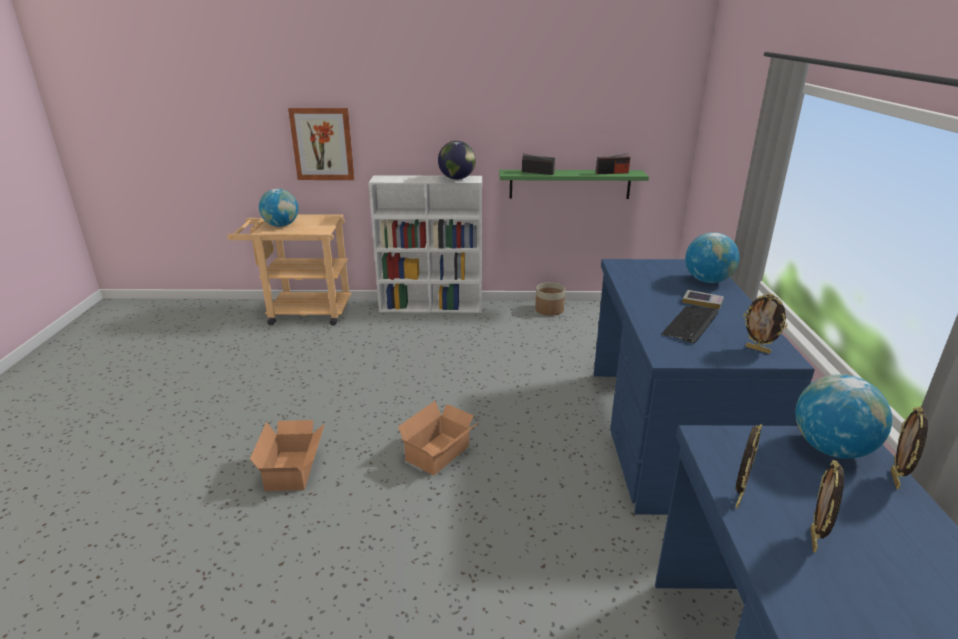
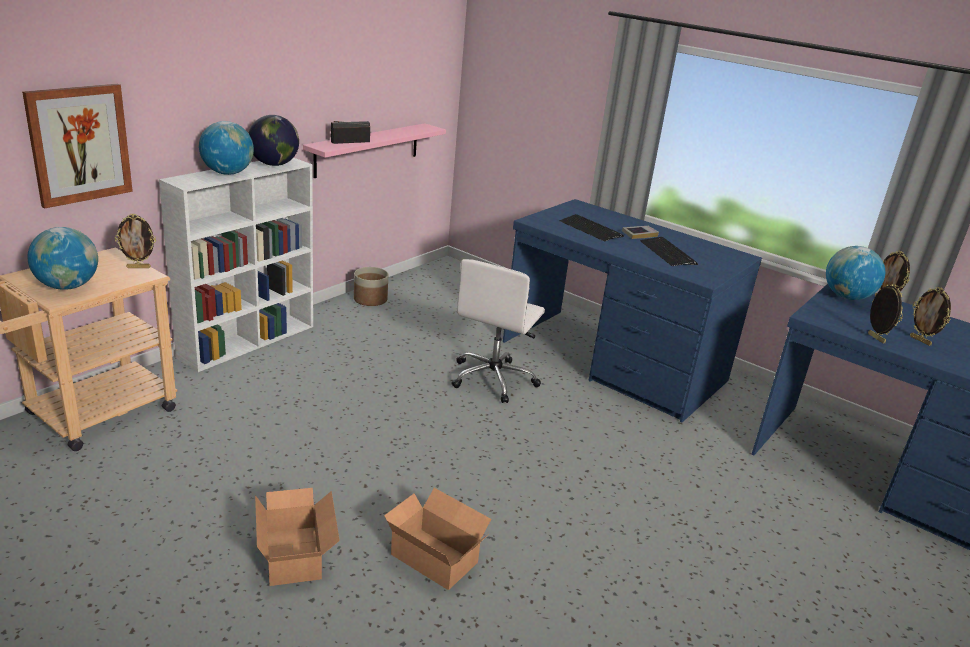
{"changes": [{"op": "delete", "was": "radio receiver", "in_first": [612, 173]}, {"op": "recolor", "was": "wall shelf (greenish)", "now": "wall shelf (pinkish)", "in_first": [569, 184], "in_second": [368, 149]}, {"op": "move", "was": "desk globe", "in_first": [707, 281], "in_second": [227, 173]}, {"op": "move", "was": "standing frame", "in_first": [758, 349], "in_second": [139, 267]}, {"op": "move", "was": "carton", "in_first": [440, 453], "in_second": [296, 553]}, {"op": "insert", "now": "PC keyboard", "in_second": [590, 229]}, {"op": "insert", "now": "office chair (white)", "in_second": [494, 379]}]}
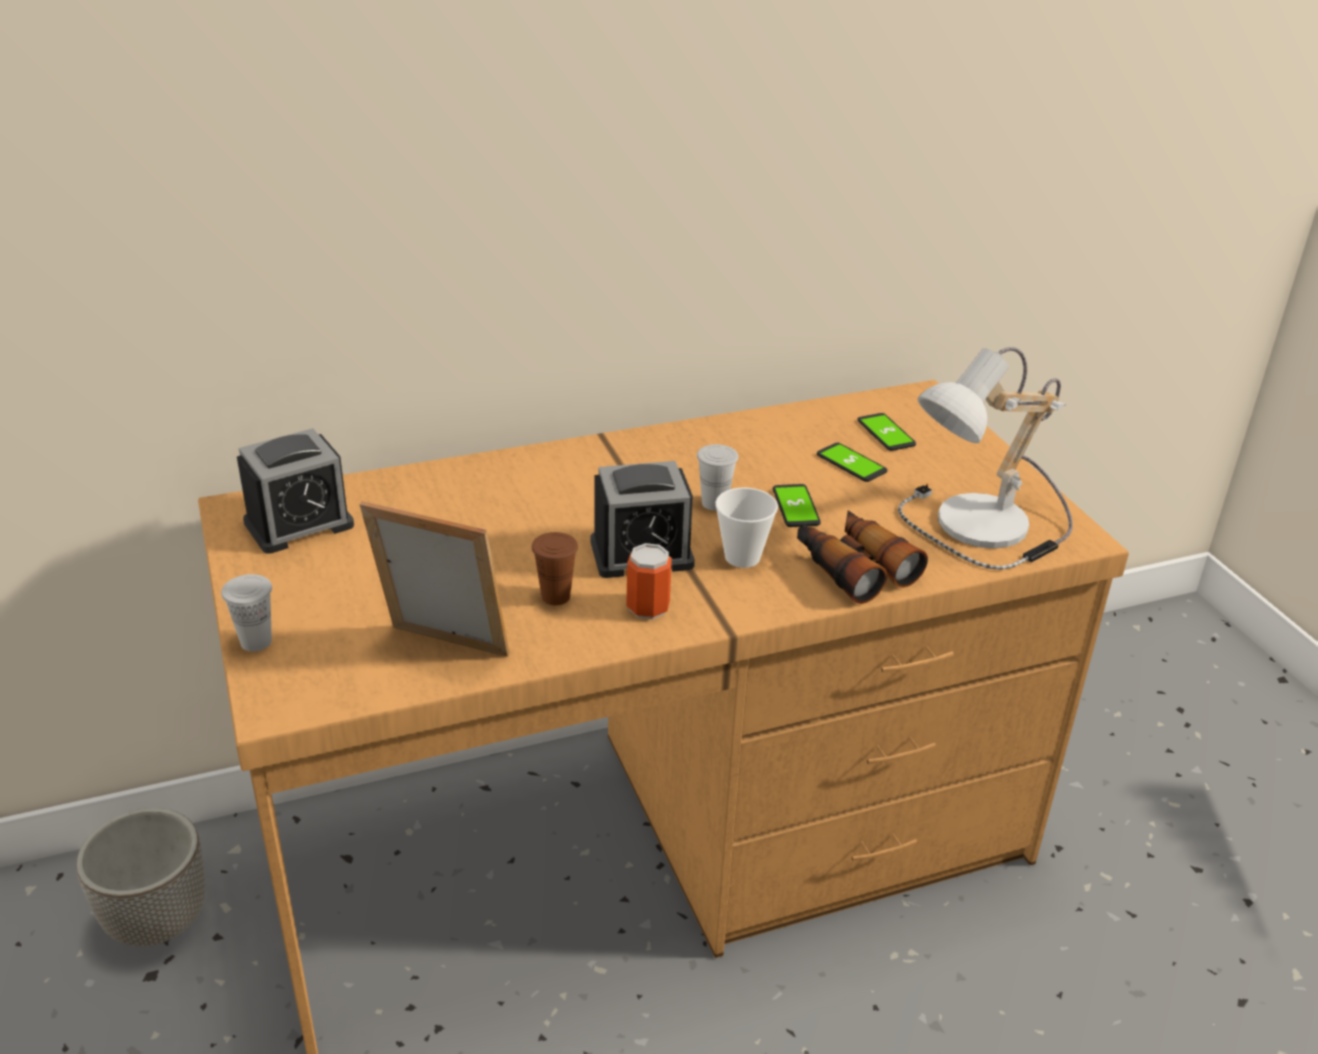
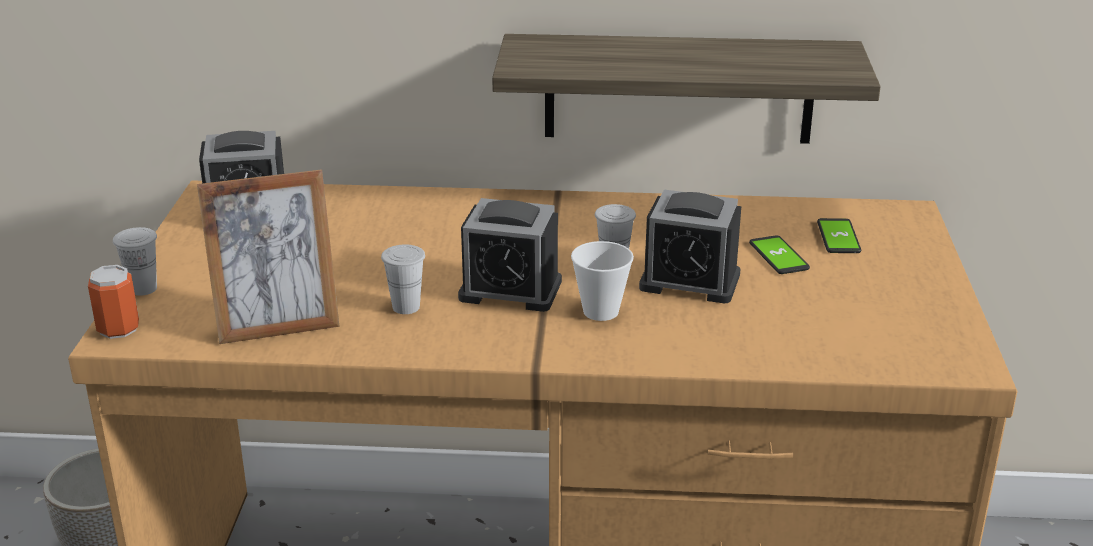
{"changes": [{"op": "delete", "was": "table lamp", "in_first": [985, 529]}, {"op": "replace", "was": "handset", "now": "table clock", "in_first": [796, 507], "in_second": [690, 281]}, {"op": "rotate", "was": "standing frame", "in_first": [443, 650], "in_second": [278, 327], "clockwise": 120}, {"op": "delete", "was": "binoculars", "in_first": [853, 567]}, {"op": "recolor", "was": "cup (brown-coloured)", "now": "cup (white)", "in_first": [555, 596], "in_second": [406, 307]}, {"op": "move", "was": "sealed can", "in_first": [648, 607], "in_second": [118, 329]}, {"op": "insert", "now": "wall shelf", "in_second": [678, 88]}]}
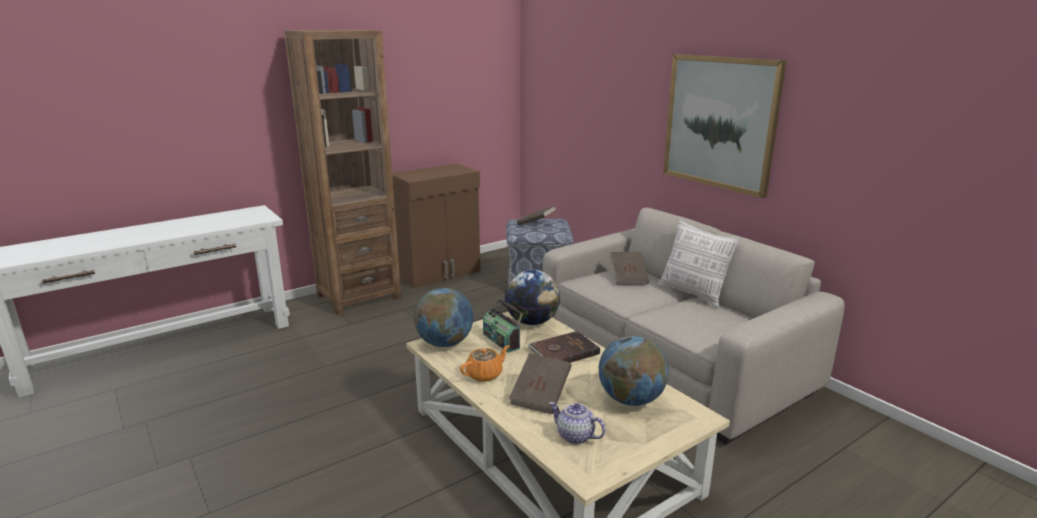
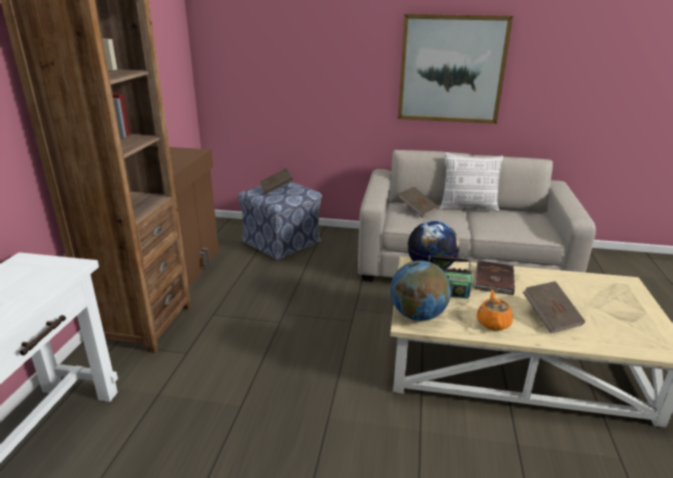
{"changes": [{"op": "delete", "was": "desk globe", "in_first": [631, 399]}, {"op": "delete", "was": "pot for tea", "in_first": [575, 436]}]}
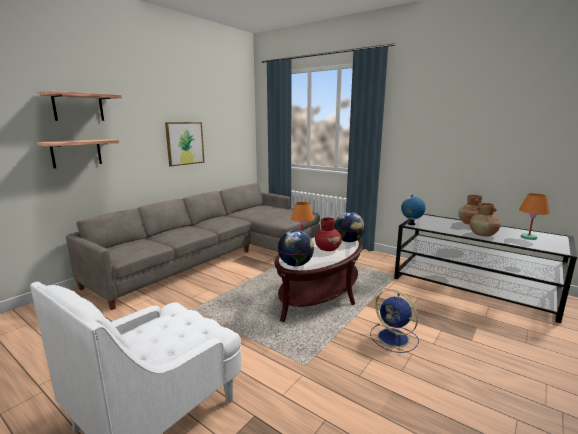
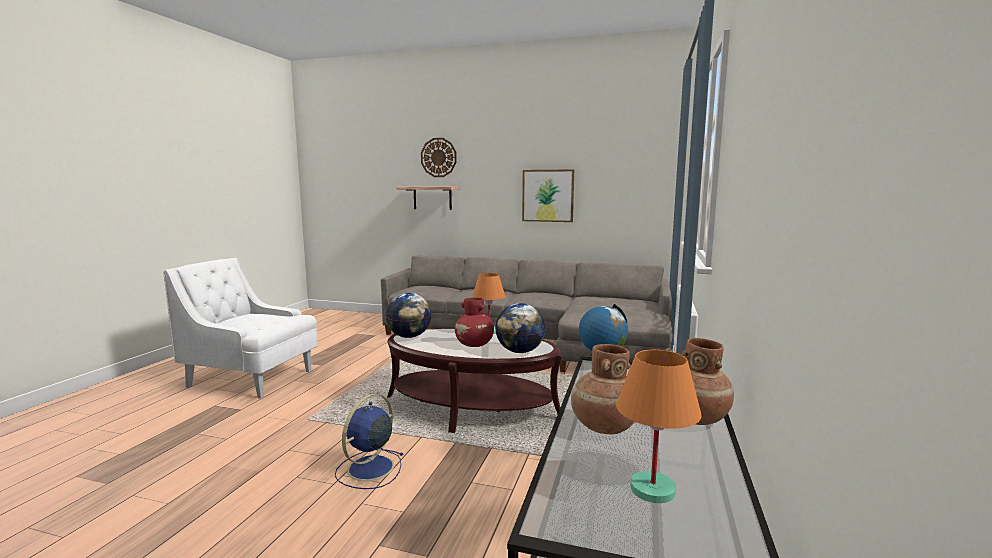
{"changes": [{"op": "replace", "was": "wall shelf", "now": "wall clock", "in_first": [78, 107], "in_second": [438, 157]}]}
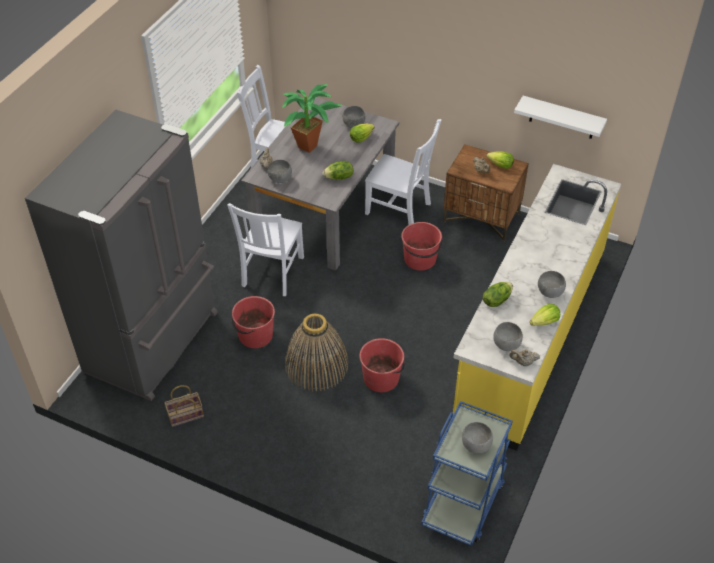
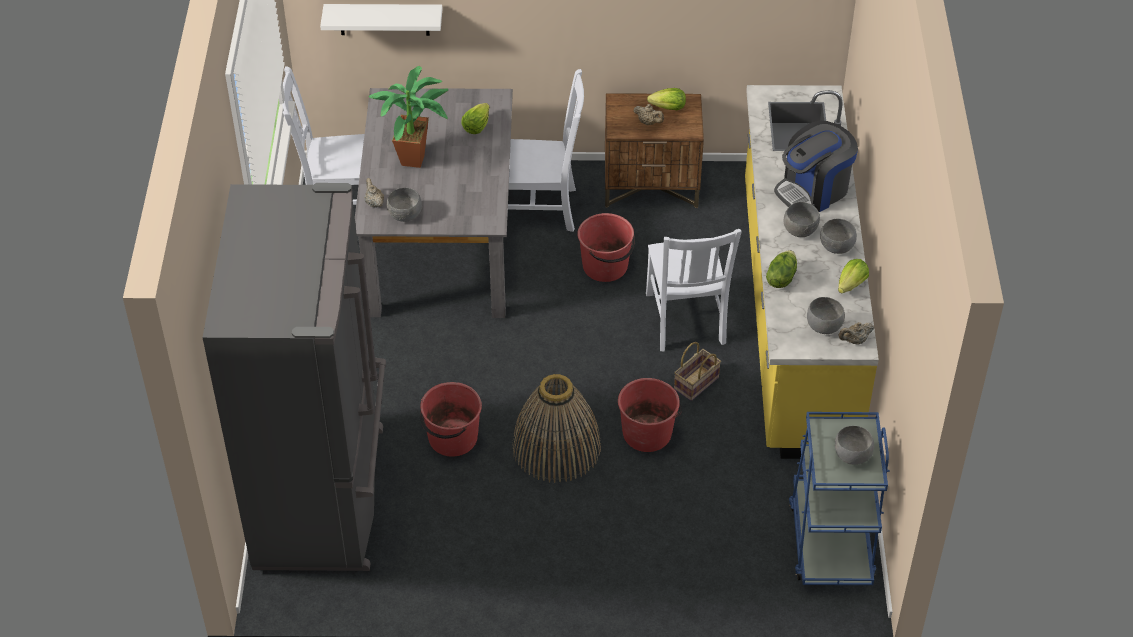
{"changes": [{"op": "move", "was": "wall shelf (white)", "in_first": [562, 118], "in_second": [384, 19]}, {"op": "move", "was": "bowl (greyish)", "in_first": [354, 125], "in_second": [800, 231]}, {"op": "delete", "was": "lettuce", "in_first": [339, 177]}, {"op": "move", "was": "plain chair (white)", "in_first": [272, 273], "in_second": [685, 321]}, {"op": "move", "was": "household basket", "in_first": [185, 416], "in_second": [696, 384]}, {"op": "insert", "now": "coffee brewer", "in_second": [813, 189]}]}
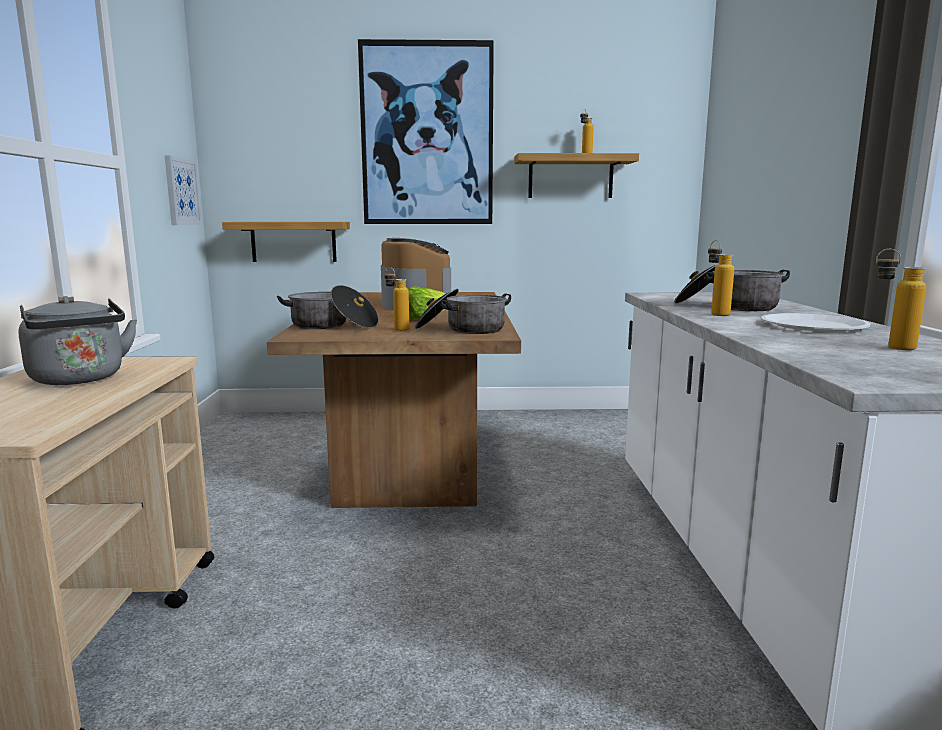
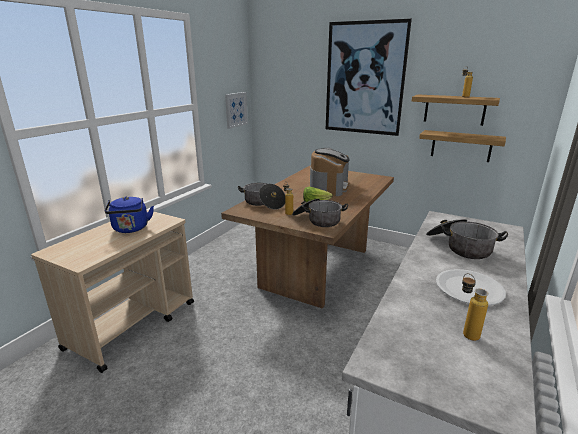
{"changes": [{"op": "move", "was": "wall shelf", "in_first": [293, 241], "in_second": [461, 146]}, {"op": "delete", "was": "bottle", "in_first": [715, 314]}, {"op": "recolor", "was": "water kettle (greyish)", "now": "water kettle (bluish)", "in_first": [80, 379], "in_second": [131, 229]}]}
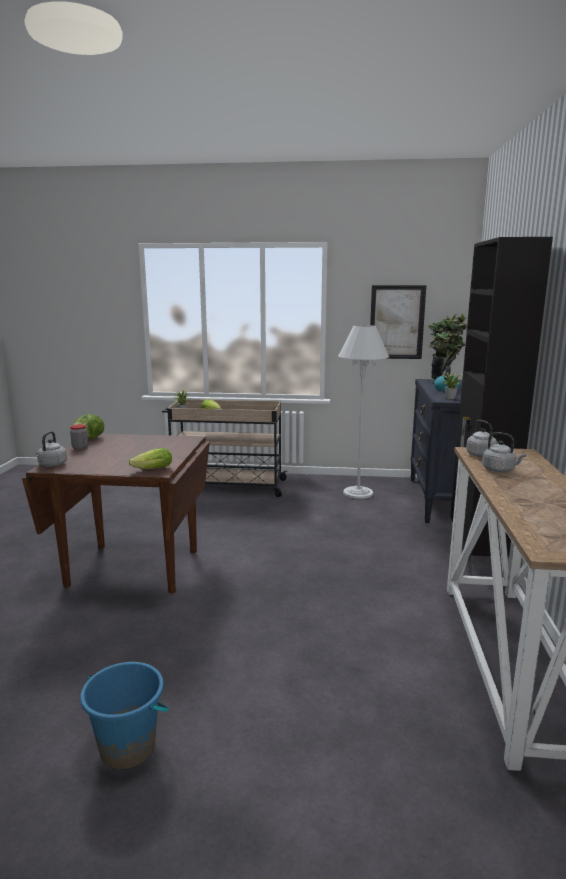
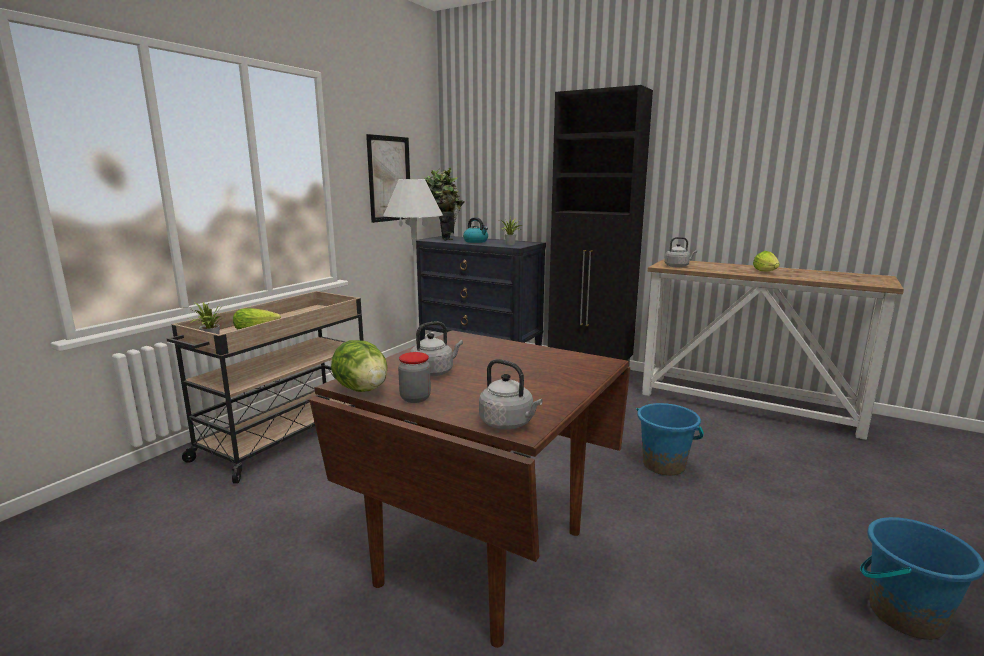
{"changes": [{"op": "move", "was": "water kettle (greyish)", "in_first": [500, 470], "in_second": [434, 372]}, {"op": "move", "was": "lettuce", "in_first": [151, 469], "in_second": [766, 271]}, {"op": "insert", "now": "pail (bluish)", "in_second": [664, 465]}]}
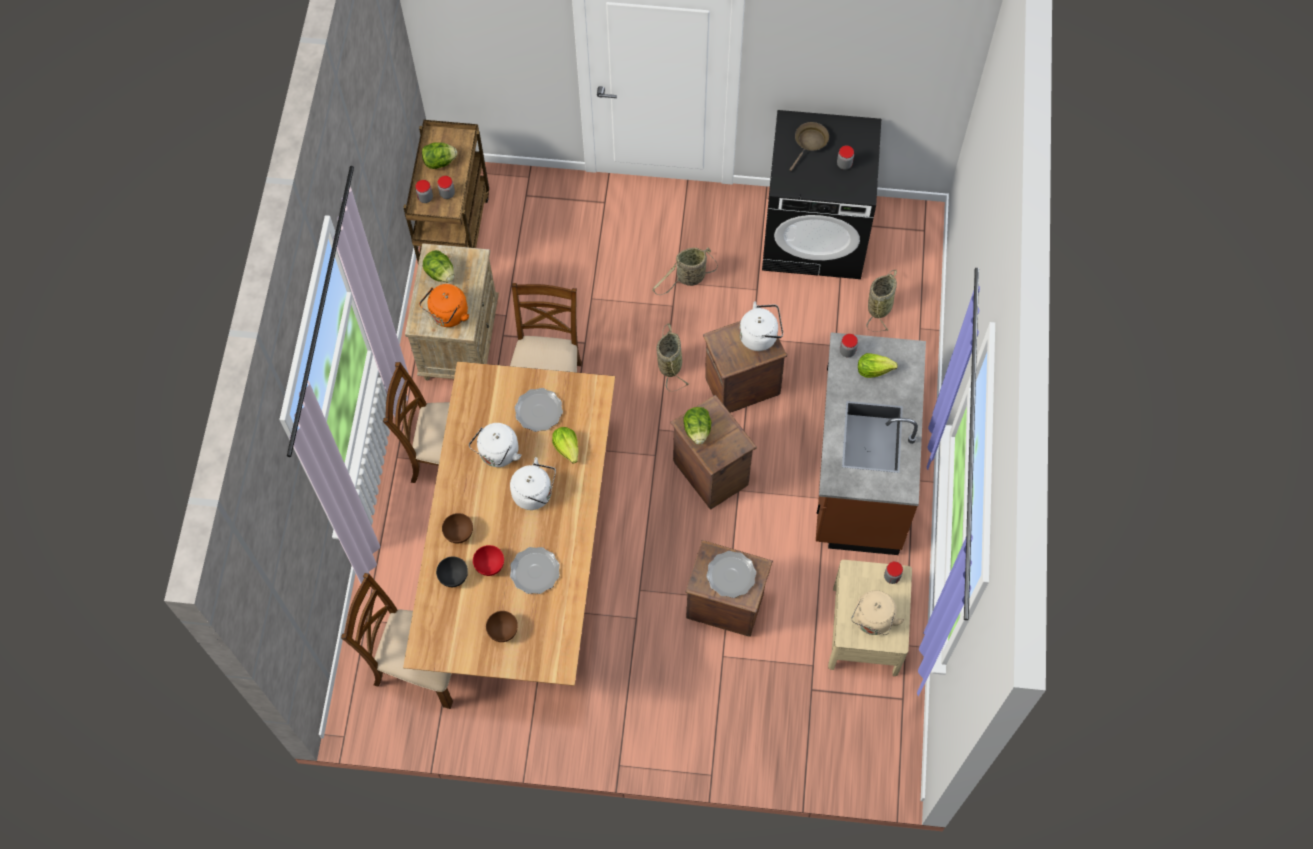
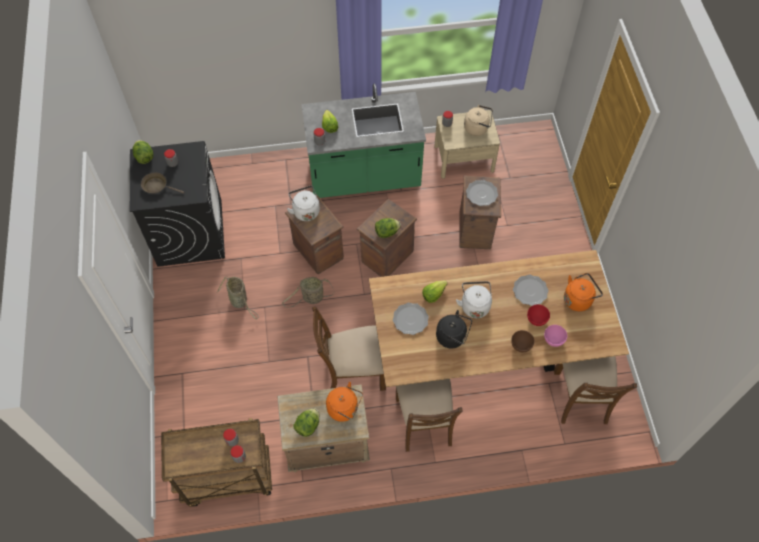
{"changes": [{"op": "move", "was": "lettuce", "in_first": [439, 162], "in_second": [144, 157]}, {"op": "delete", "was": "household basket", "in_first": [880, 306]}, {"op": "recolor", "was": "kitchen counter (brown-coloured)", "now": "kitchen counter (greenish)", "in_first": [858, 474], "in_second": [364, 178]}, {"op": "recolor", "was": "water kettle (white)", "now": "water kettle (black)", "in_first": [498, 454], "in_second": [452, 337]}, {"op": "recolor", "was": "bowl (greyish)", "now": "bowl (pinkish)", "in_first": [454, 576], "in_second": [553, 340]}, {"op": "replace", "was": "bowl (brown-coloured)", "now": "water kettle (orange-coloured)", "in_first": [503, 631], "in_second": [578, 299]}]}
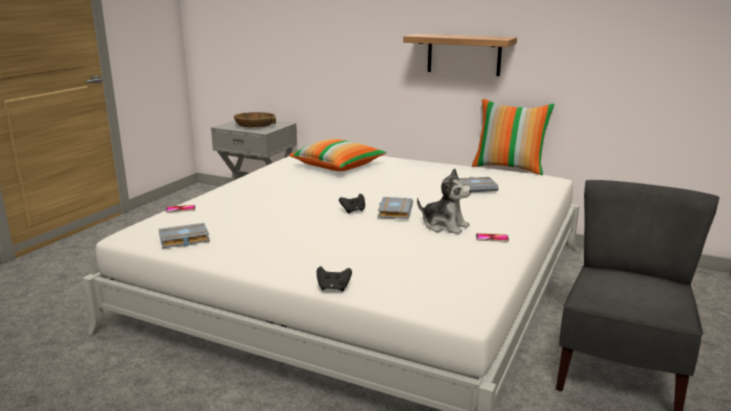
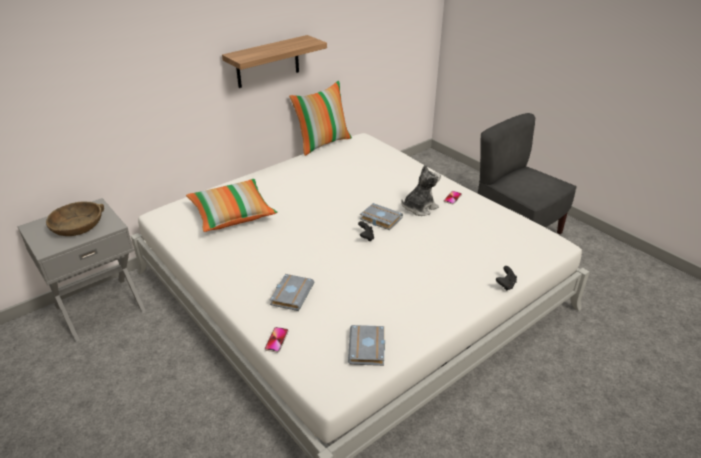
{"changes": [{"op": "move", "was": "book (greyish)", "in_first": [475, 188], "in_second": [291, 294]}]}
